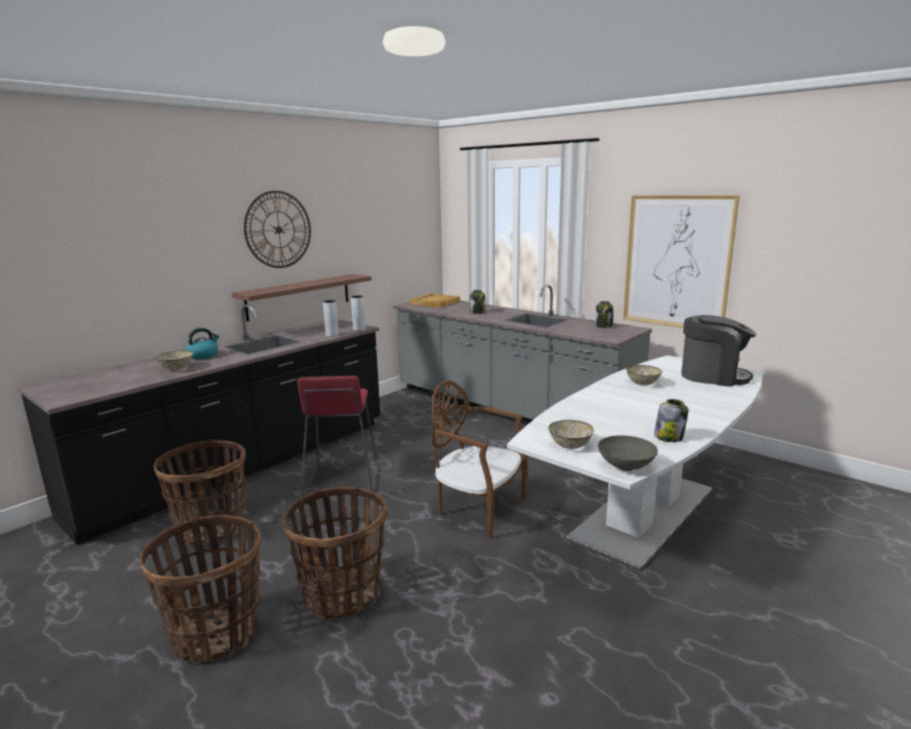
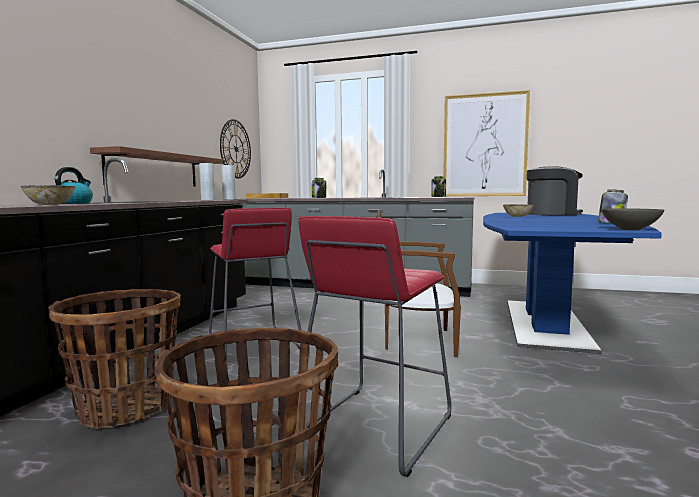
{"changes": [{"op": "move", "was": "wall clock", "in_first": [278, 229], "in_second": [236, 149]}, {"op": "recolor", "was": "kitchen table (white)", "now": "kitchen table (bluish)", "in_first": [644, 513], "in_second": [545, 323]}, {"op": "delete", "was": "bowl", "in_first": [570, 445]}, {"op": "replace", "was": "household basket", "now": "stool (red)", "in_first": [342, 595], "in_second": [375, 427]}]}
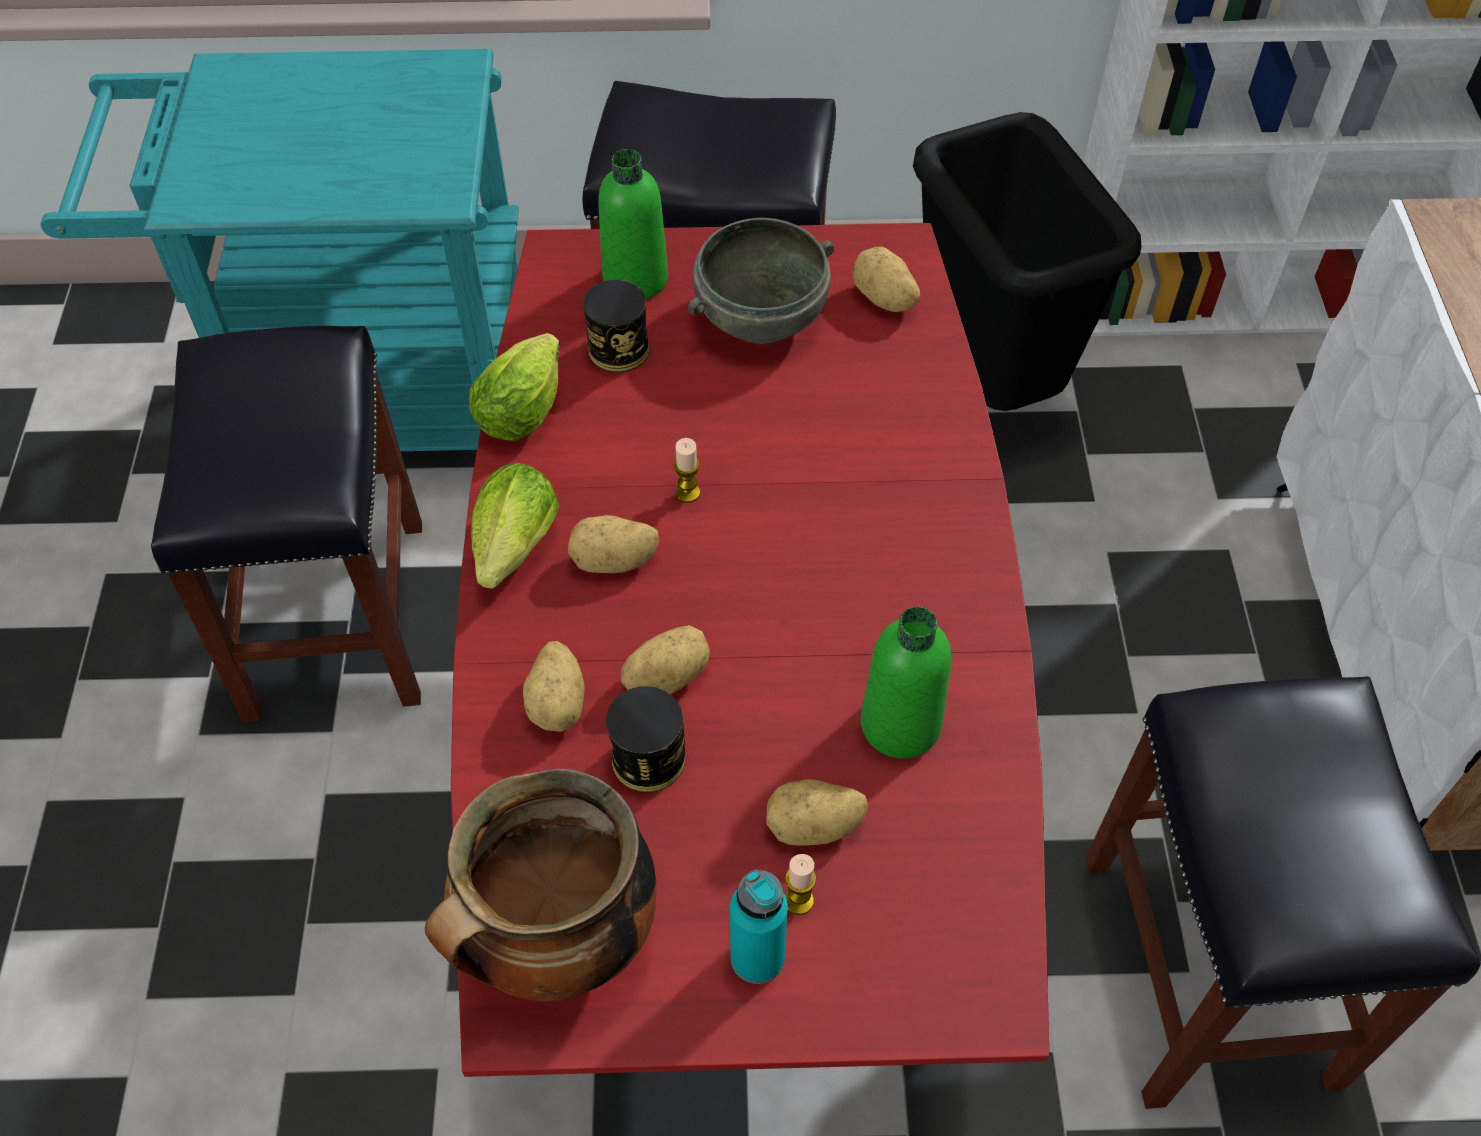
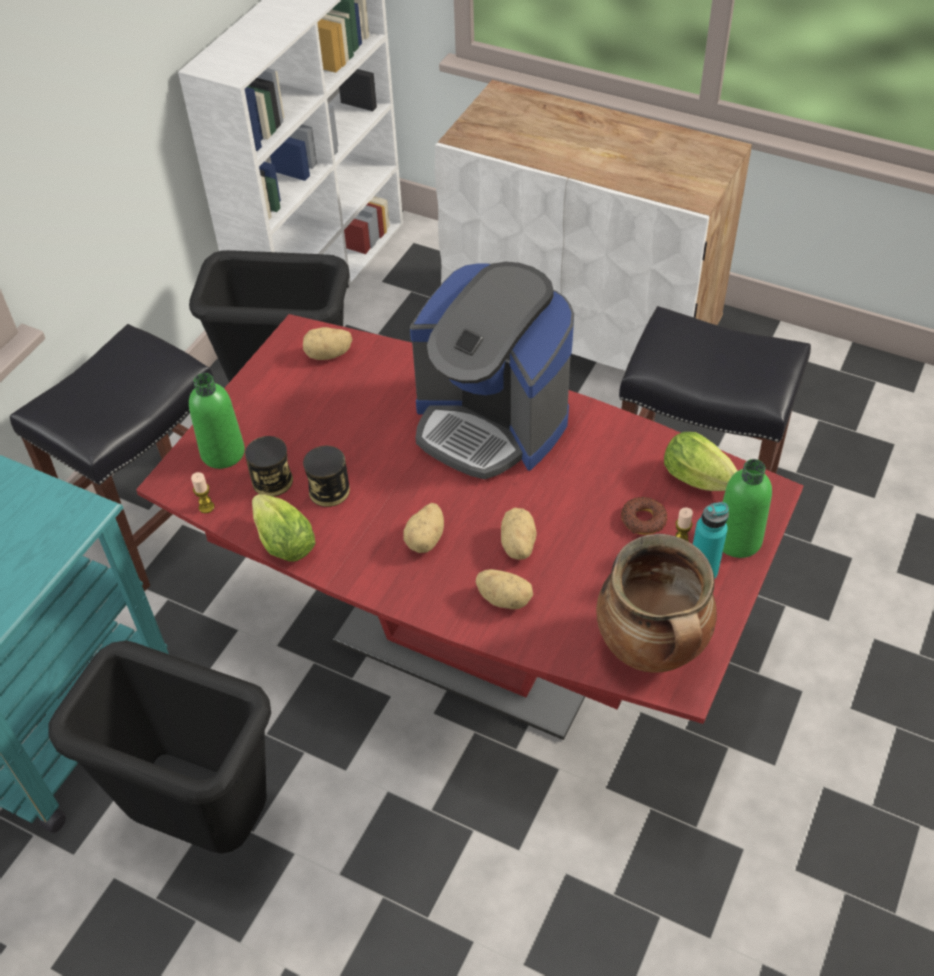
{"changes": [{"op": "delete", "was": "bowl (greyish)", "in_first": [760, 316]}, {"op": "replace", "was": "stool (black)", "now": "waste bin (black)", "in_first": [335, 615], "in_second": [203, 820]}, {"op": "move", "was": "wax candle", "in_first": [687, 493], "in_second": [206, 507]}, {"op": "move", "was": "lettuce", "in_first": [512, 553], "in_second": [702, 481]}, {"op": "move", "was": "bottle (greenish)", "in_first": [900, 724], "in_second": [737, 540]}, {"op": "move", "was": "sealed can", "in_first": [648, 759], "in_second": [329, 490]}, {"op": "replace", "was": "spud", "now": "donut", "in_first": [814, 827], "in_second": [643, 520]}, {"op": "insert", "now": "coffee brewer", "in_second": [491, 422]}]}
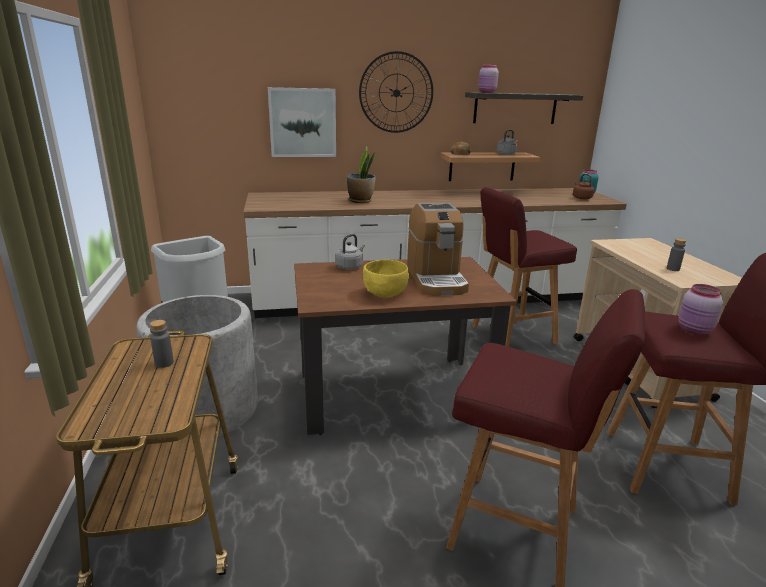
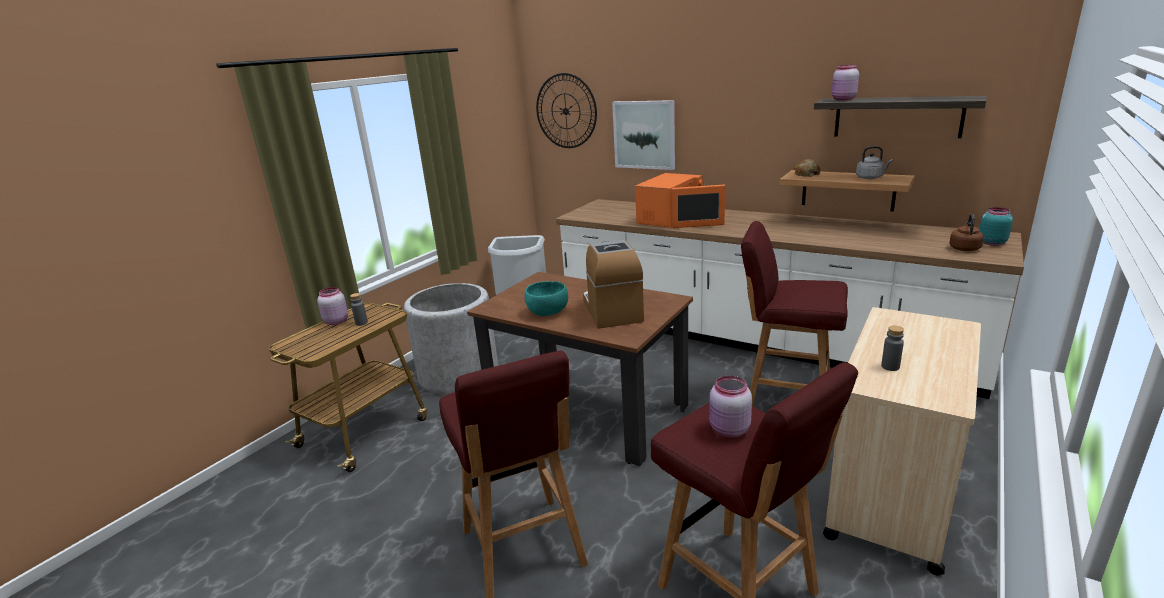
{"changes": [{"op": "move", "was": "wall clock", "in_first": [396, 93], "in_second": [566, 111]}, {"op": "replace", "was": "potted plant", "now": "kitchen microwave (orange-coloured)", "in_first": [360, 201], "in_second": [671, 219]}, {"op": "rotate", "was": "coffee brewer", "in_first": [436, 279], "in_second": [612, 310], "clockwise": 135}, {"op": "delete", "was": "water kettle (greyish)", "in_first": [350, 266]}, {"op": "recolor", "was": "bowl (yellowish)", "now": "bowl (turquoise)", "in_first": [385, 293], "in_second": [548, 312]}, {"op": "insert", "now": "preserve jar (pinkish)", "in_second": [336, 321]}]}
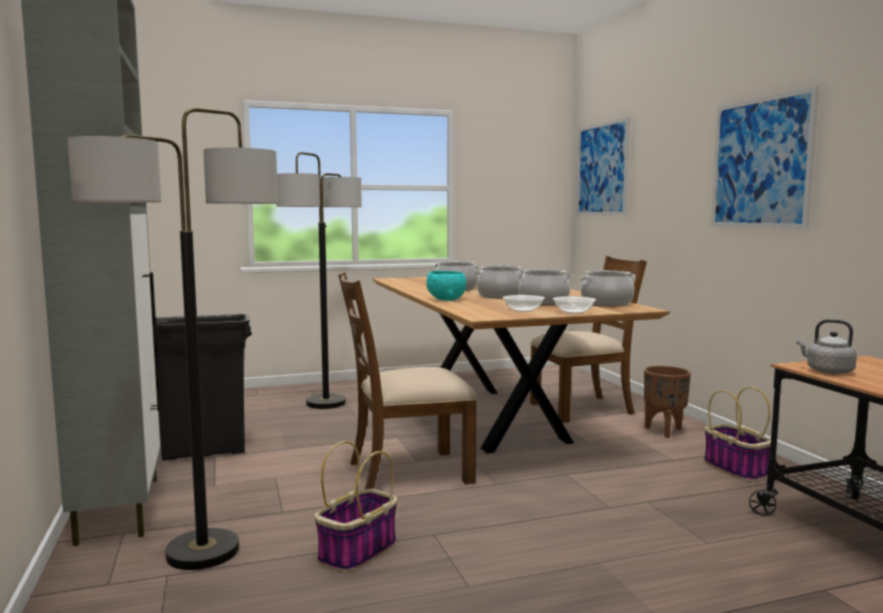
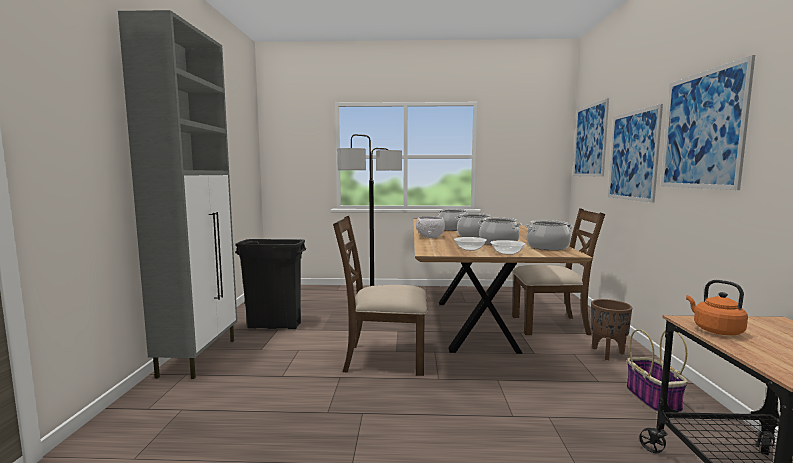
{"changes": [{"op": "delete", "was": "standing lamp", "in_first": [202, 552]}, {"op": "recolor", "was": "bowl (turquoise)", "now": "bowl (white)", "in_first": [447, 299], "in_second": [430, 237]}, {"op": "recolor", "was": "water kettle (greyish)", "now": "water kettle (orange-coloured)", "in_first": [827, 371], "in_second": [715, 330]}, {"op": "delete", "was": "household basket", "in_first": [357, 552]}, {"op": "insert", "now": "wall picture", "in_second": [633, 156]}]}
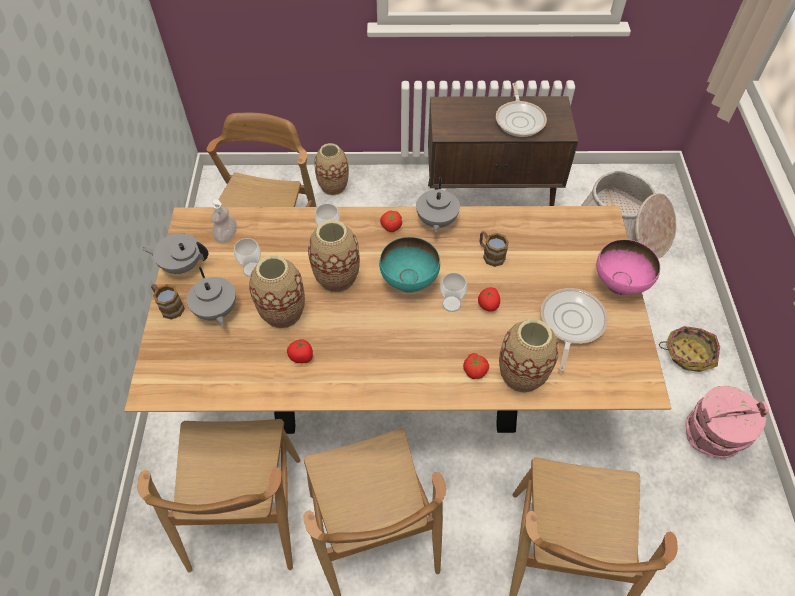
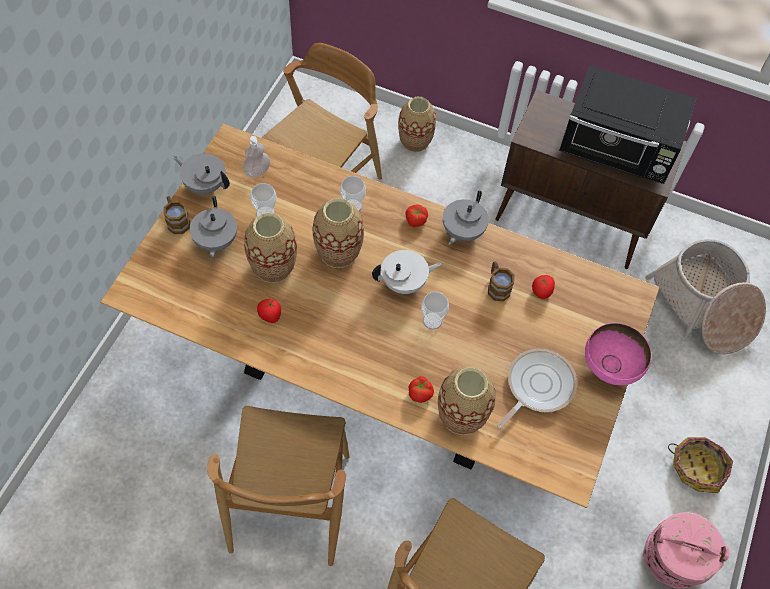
{"changes": [{"op": "replace", "was": "pan", "now": "kitchen microwave (black)", "in_first": [520, 120], "in_second": [617, 150]}, {"op": "replace", "was": "bowl (turquoise)", "now": "pot for tea (white)", "in_first": [409, 281], "in_second": [404, 283]}, {"op": "move", "was": "whole tomato", "in_first": [488, 305], "in_second": [541, 291]}, {"op": "delete", "was": "plain chair (brown-coloured)", "in_first": [245, 513]}]}
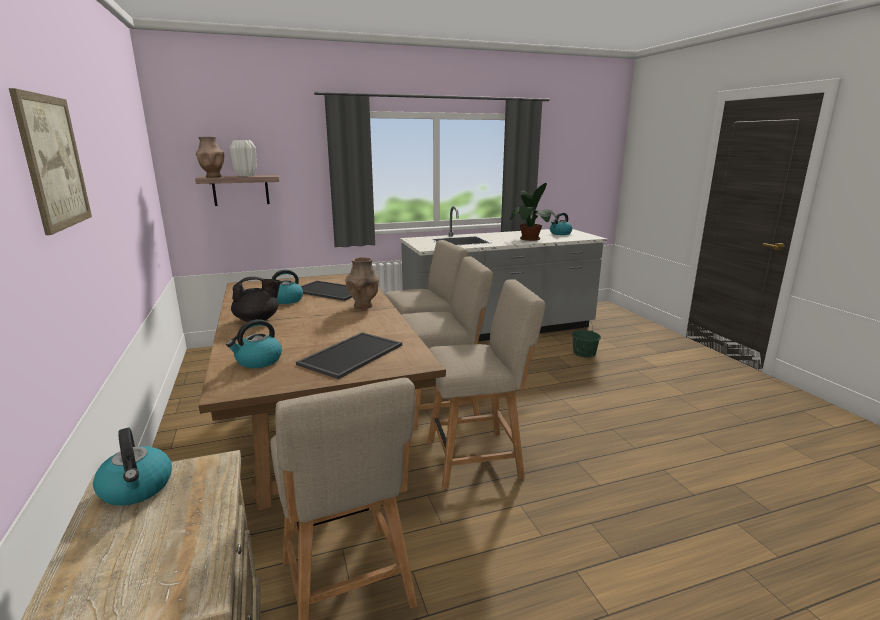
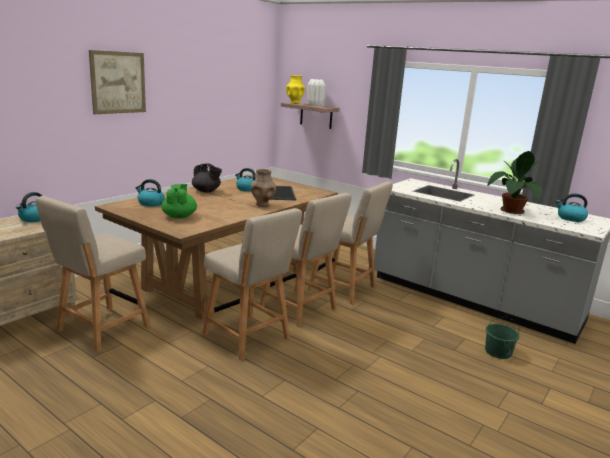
{"changes": [{"op": "recolor", "was": "flower vase (brown-coloured)", "now": "flower vase (yellowish)", "in_first": [213, 176], "in_second": [295, 103]}, {"op": "replace", "was": "carrying tray", "now": "pot for tea (greenish)", "in_first": [351, 354], "in_second": [179, 216]}]}
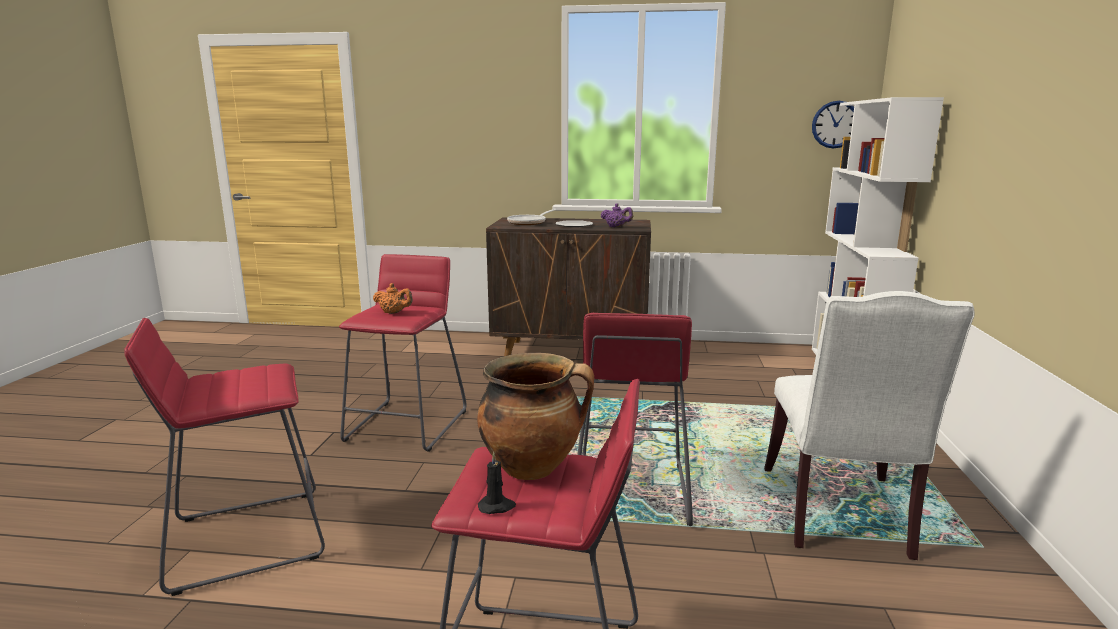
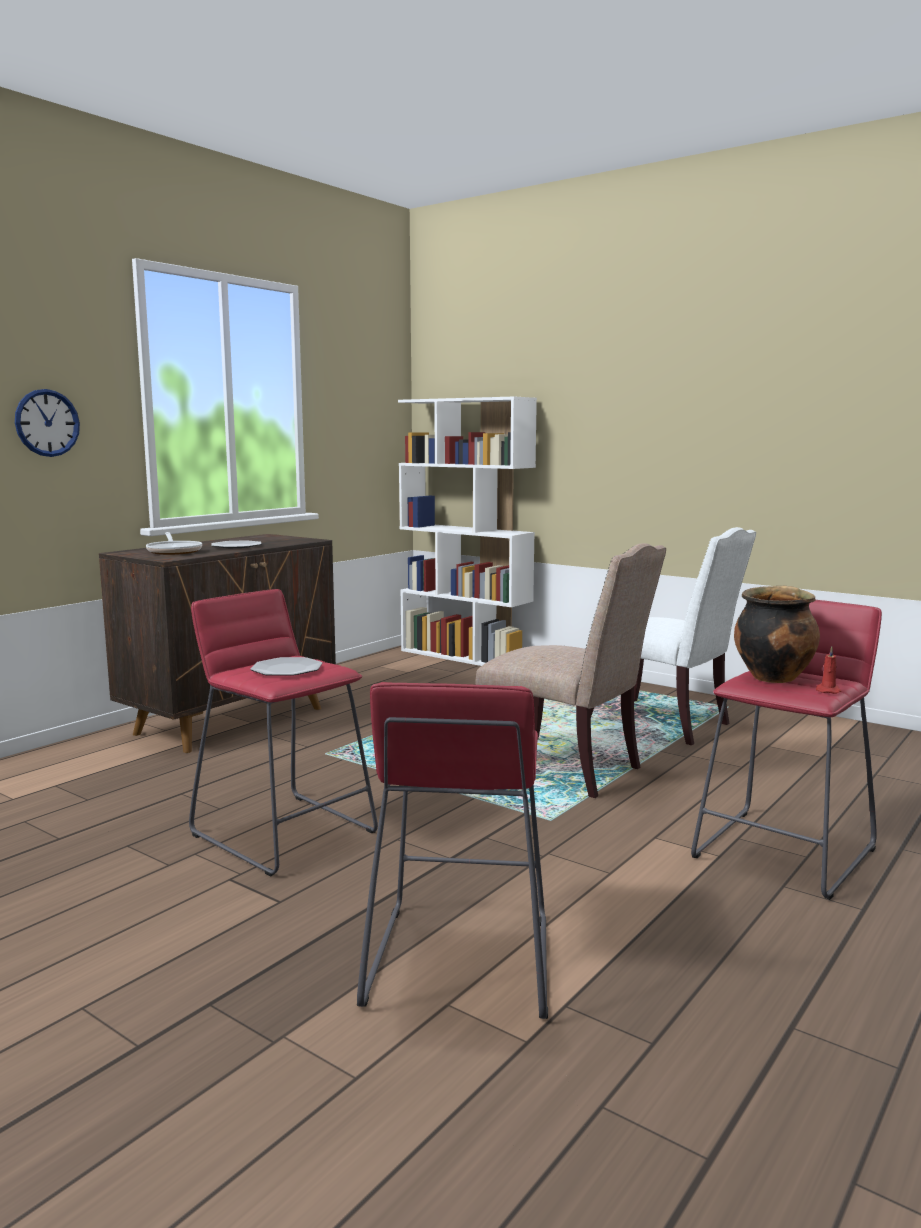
{"changes": [{"op": "move", "was": "wall clock", "in_first": [835, 124], "in_second": [47, 423]}, {"op": "delete", "was": "pot for tea (purple-coloured)", "in_first": [616, 227]}, {"op": "replace", "was": "pot for tea (orange-coloured)", "now": "flat dish", "in_first": [394, 313], "in_second": [287, 669]}, {"op": "replace", "was": "stool (red)", "now": "plain chair (beige-coloured)", "in_first": [630, 491], "in_second": [566, 769]}, {"op": "recolor", "was": "wax candle (black)", "now": "wax candle (red)", "in_first": [497, 506], "in_second": [827, 691]}]}
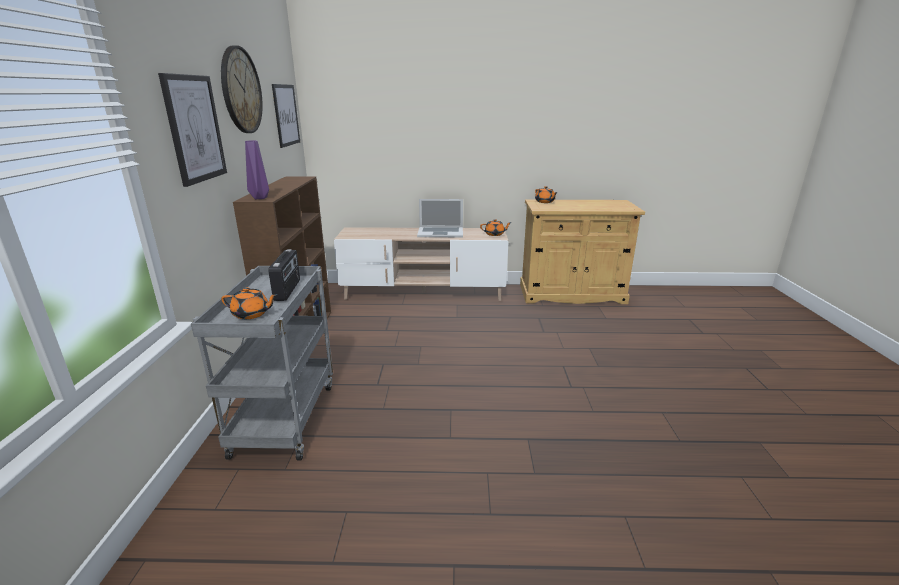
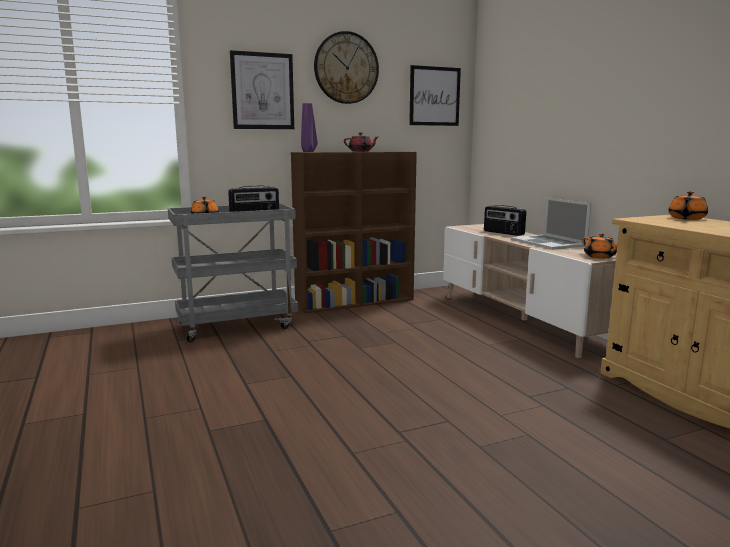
{"changes": [{"op": "insert", "now": "pot for tea (red)", "in_second": [361, 151]}, {"op": "insert", "now": "radio receiver", "in_second": [503, 233]}]}
